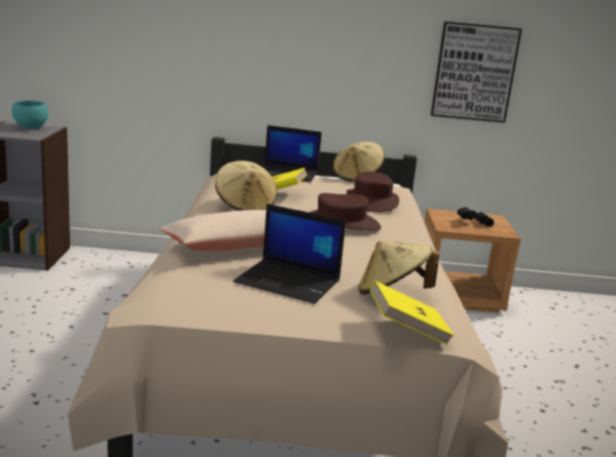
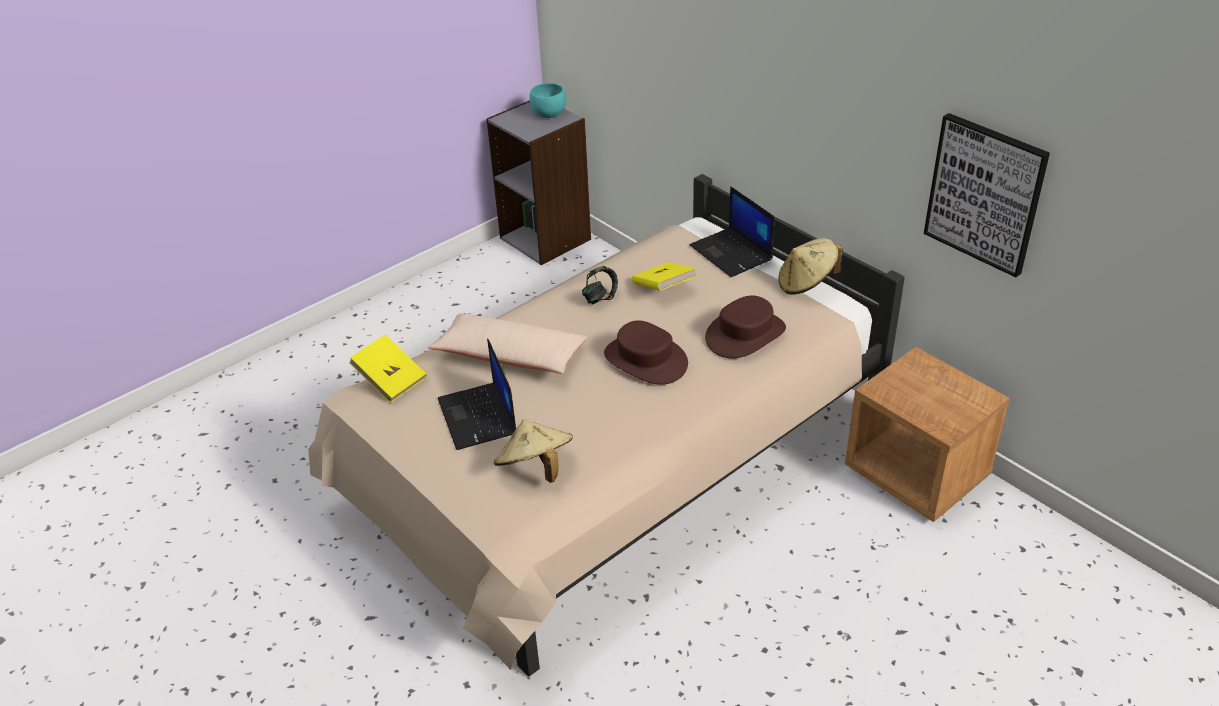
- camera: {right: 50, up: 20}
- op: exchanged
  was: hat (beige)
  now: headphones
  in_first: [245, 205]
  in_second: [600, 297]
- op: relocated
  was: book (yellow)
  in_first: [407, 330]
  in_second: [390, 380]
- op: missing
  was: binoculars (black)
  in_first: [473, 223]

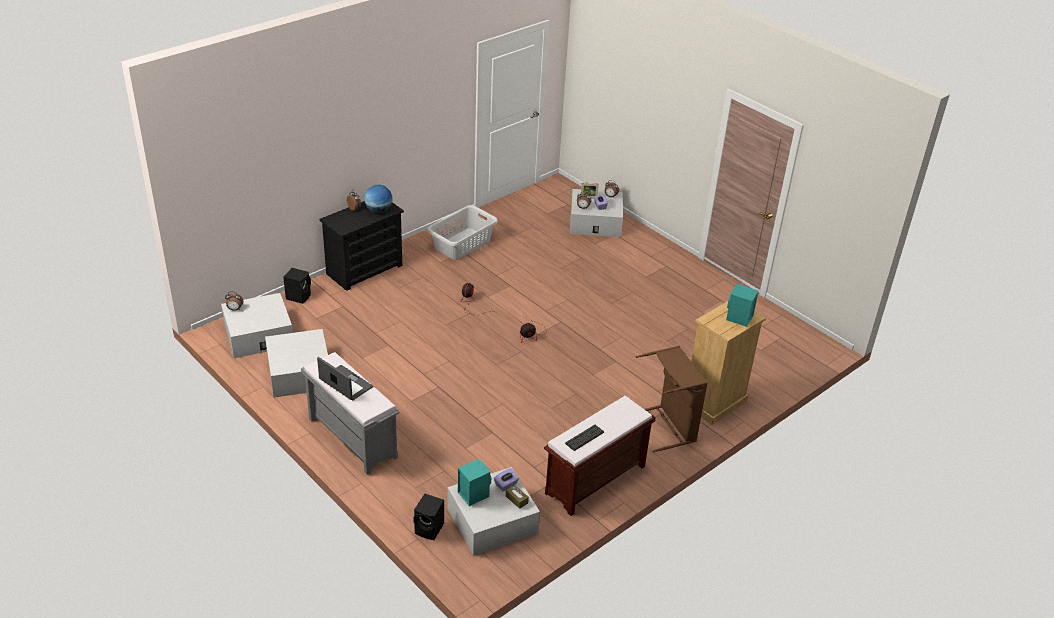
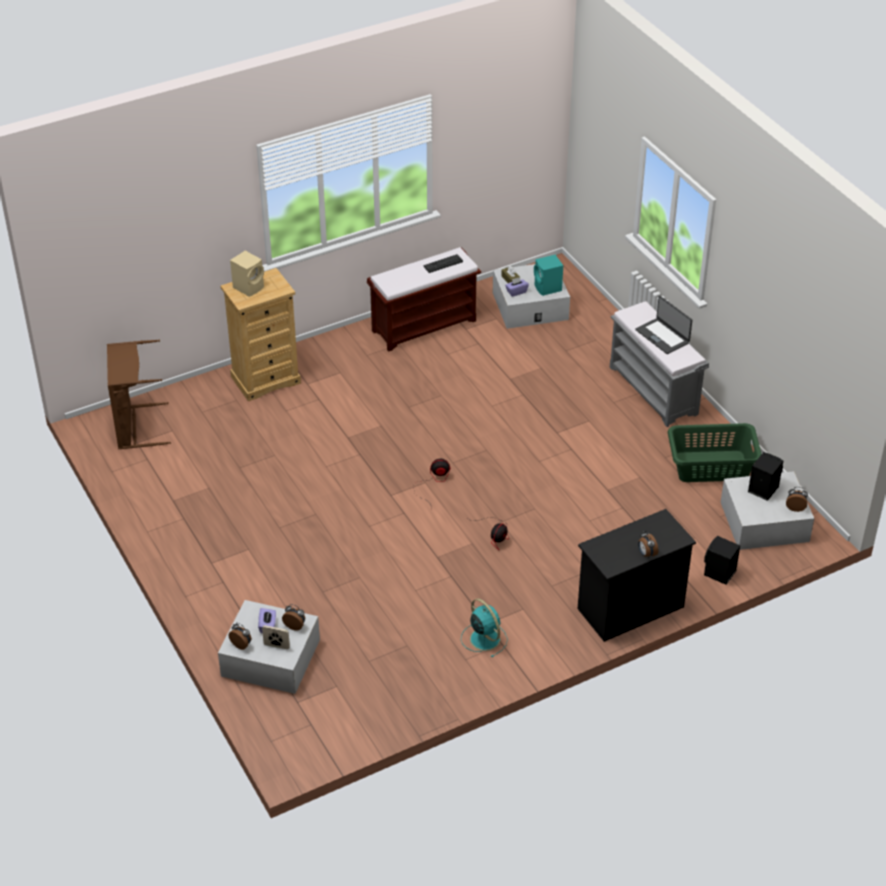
- camera: {right: -165, up: 5}
- op: exchanged
  was: storage box (white)
  now: laundry basket (green)
  in_first: [299, 373]
  in_second: [711, 467]
- op: missing
  was: globe
  in_first: [378, 210]
- op: relocated
  was: speaker (black)
  in_first: [430, 529]
  in_second: [762, 488]
- op: exchanged
  was: laundry basket (grey)
  now: fan (turquoise)
  in_first: [462, 244]
  in_second: [484, 638]
- op: relocated
  was: laundry basket (brown)
  in_first: [668, 426]
  in_second: [135, 427]
- op: colour
  was: speaker (turquoise)
  now: speaker (beige)
  in_first: [738, 318]
  in_second: [249, 287]

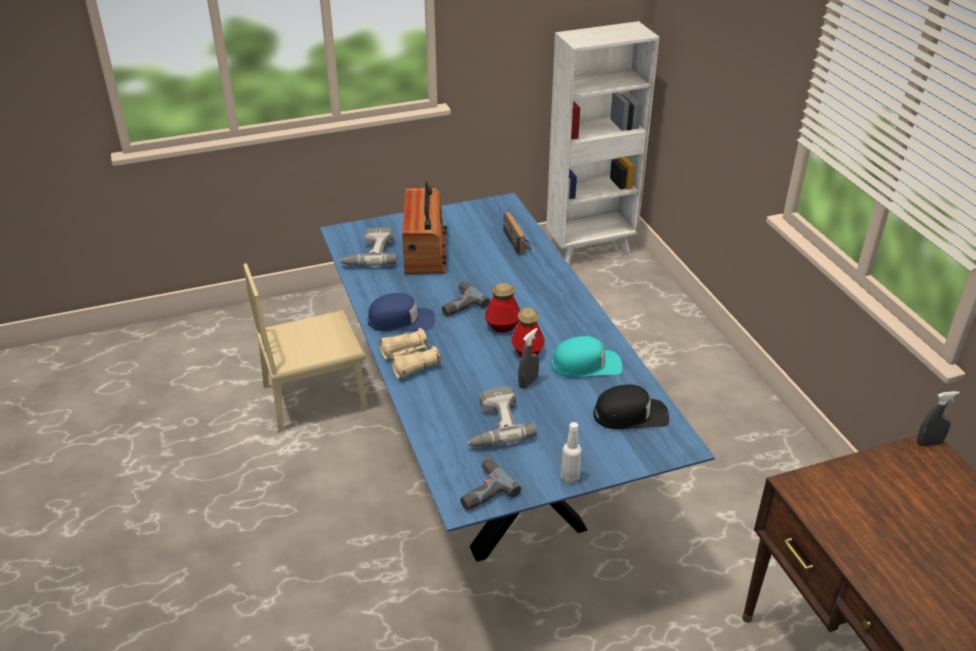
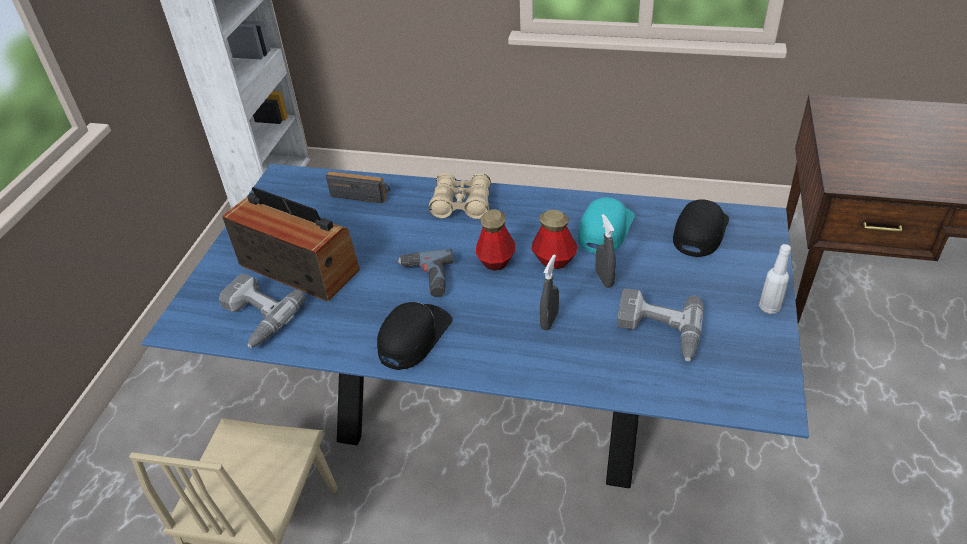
- camera: {right: -55, up: 5}
- op: colour
  was: cap (blue)
  now: cap (black)
  in_first: [401, 320]
  in_second: [414, 337]
- op: relocated
  was: binoculars (beige)
  in_first: [409, 361]
  in_second: [461, 204]
- op: missing
  was: power drill
  in_first: [482, 490]
- op: relocated
  was: spray bottle (grey)
  in_first: [929, 443]
  in_second: [549, 321]

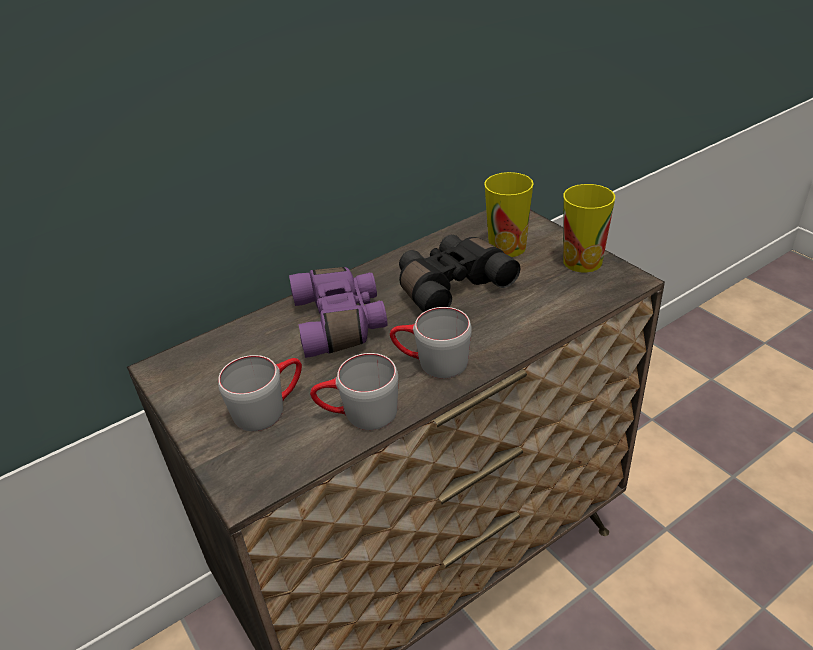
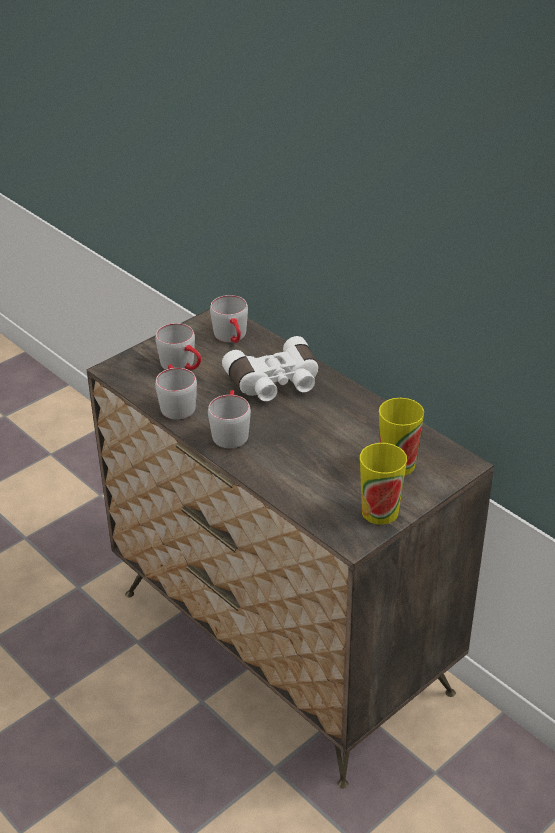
- camera: {right: 80, up: 0}
- op: colour
  was: binoculars (purple)
  now: binoculars (white)
  in_first: [341, 322]
  in_second: [275, 383]
- op: missing
  was: binoculars (black)
  in_first: [451, 285]
- op: appeared
  now: mug (grey)
  in_second: [232, 338]

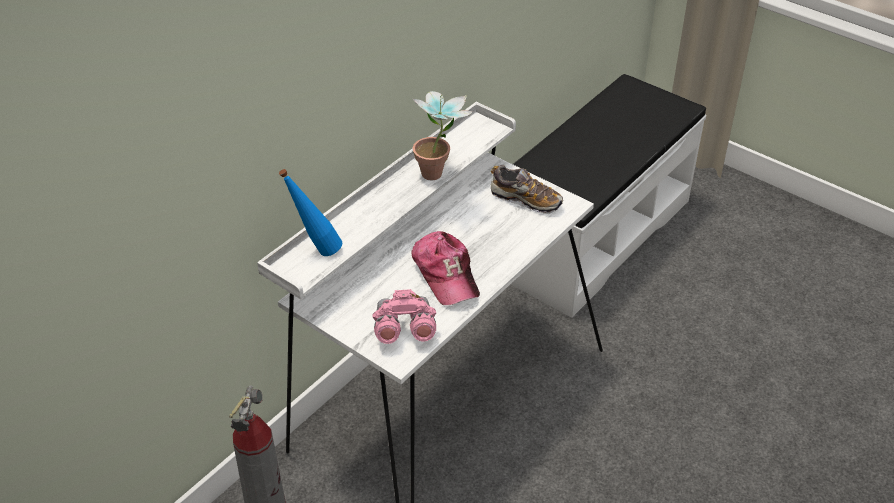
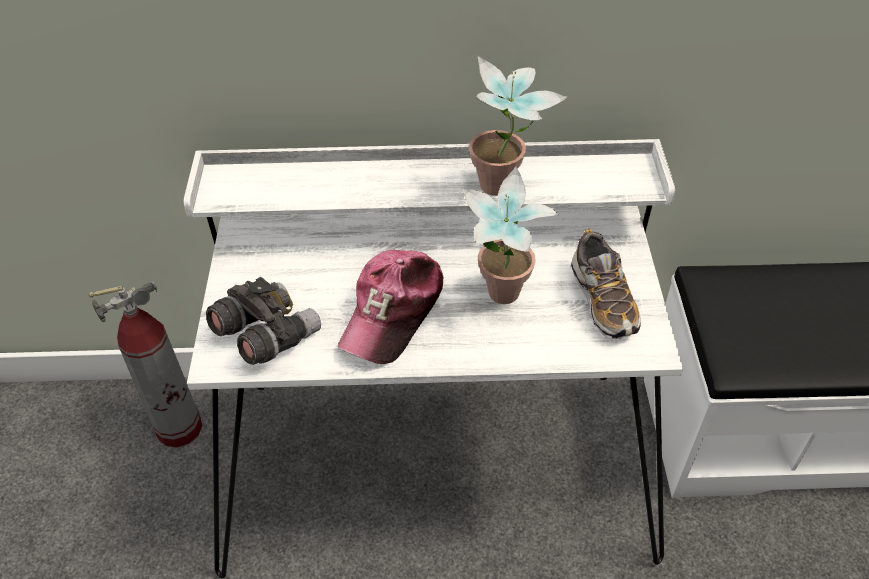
- camera: {right: 50, up: 5}
- op: missing
  was: bottle (blue)
  in_first: [316, 250]
- op: colour
  was: binoculars (pink)
  now: binoculars (grey)
  in_first: [404, 331]
  in_second: [266, 336]
- op: appeared
  now: potted plant
  in_second: [500, 301]

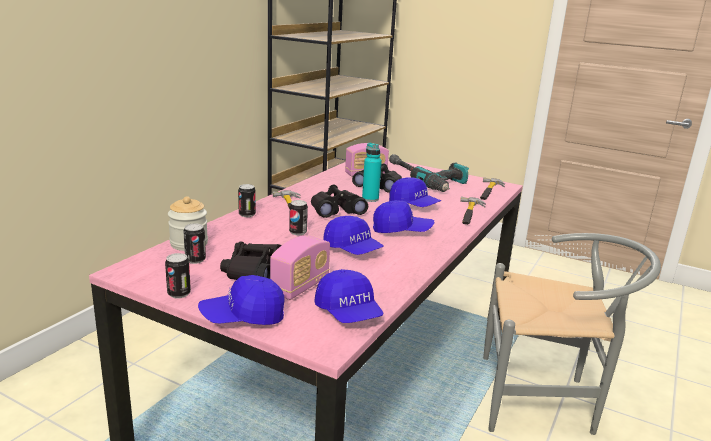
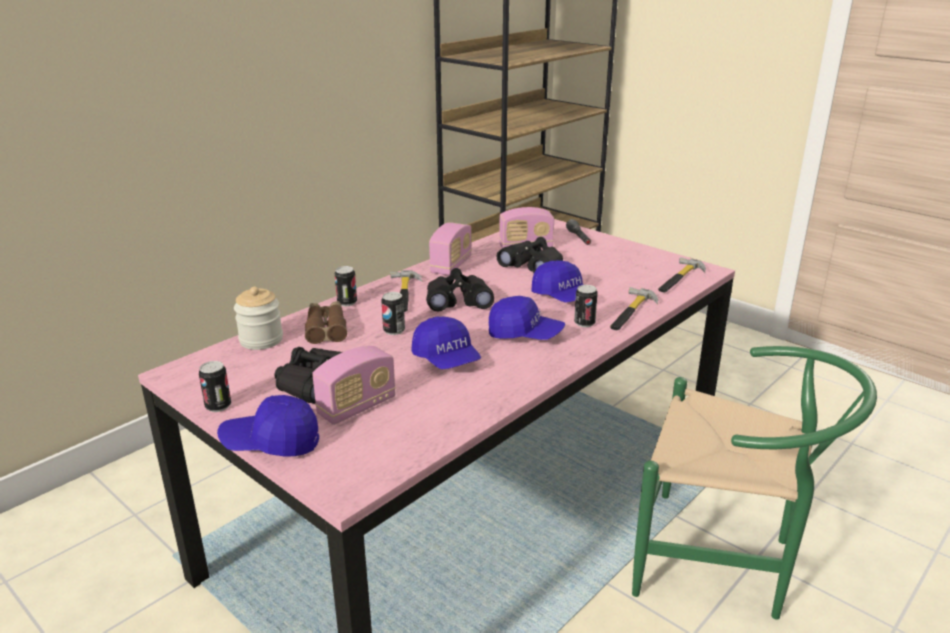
- camera: {right: 15, up: 5}
- op: relocated
  was: can
  in_first: [195, 260]
  in_second: [584, 323]
- op: missing
  was: cap (blue)
  in_first: [348, 313]
- op: missing
  was: bottle (turquoise)
  in_first: [370, 199]
- op: missing
  was: power drill
  in_first: [443, 186]
- op: colour
  was: chair (grey)
  now: chair (green)
  in_first: [546, 399]
  in_second: [727, 562]
- op: appeared
  now: binoculars (brown)
  in_second: [326, 328]
- op: appeared
  now: radio
  in_second: [451, 266]

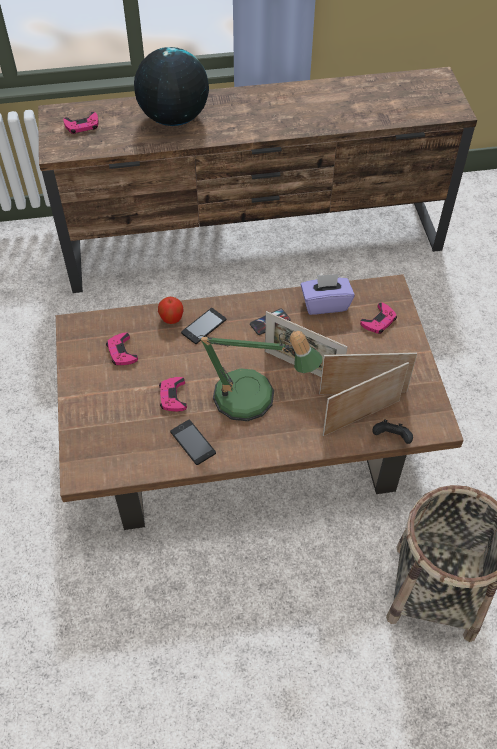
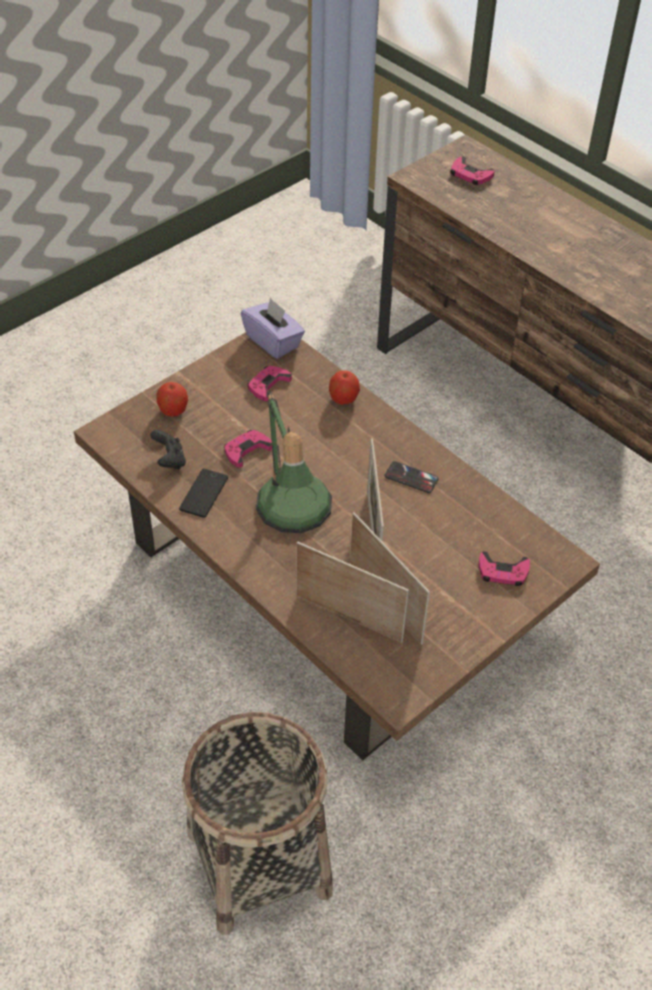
- camera: {right: 55, up: -5}
- op: missing
  was: globe
  in_first: [173, 118]
- op: missing
  was: phone
  in_first: [204, 326]
- op: relocated
  was: tissue box (purple)
  in_first: [325, 304]
  in_second: [273, 341]
- op: relocated
  was: game controller (black)
  in_first: [391, 438]
  in_second: [170, 461]
- op: appeared
  now: apple
  in_second: [173, 410]

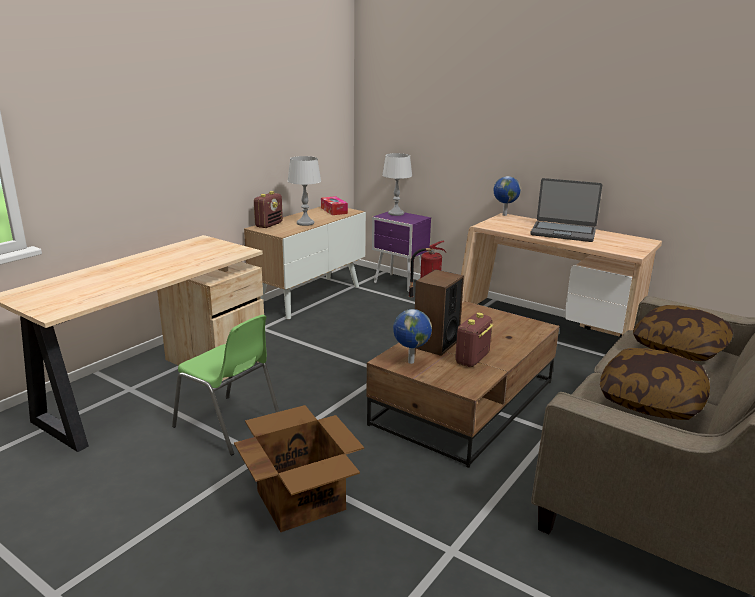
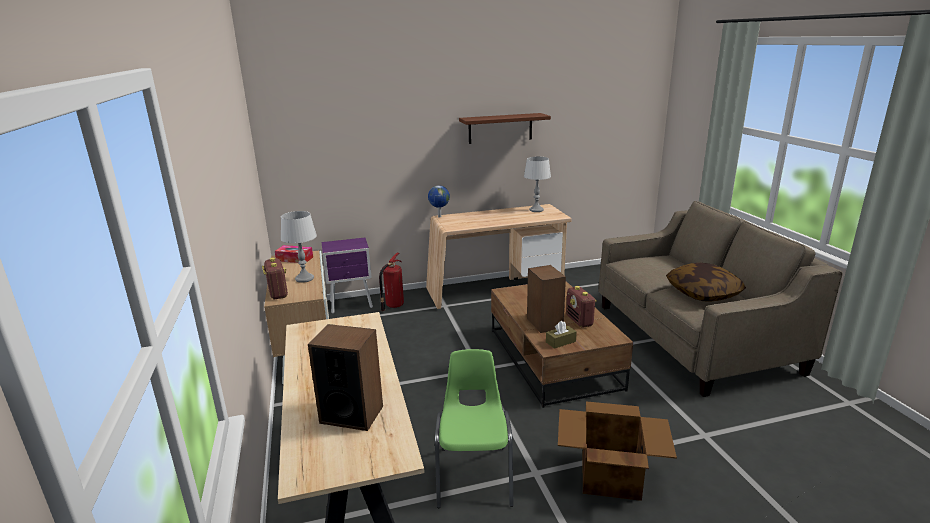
- camera: {right: -50, up: 0}
- op: spun
  was: chair (green)
  in_first: [229, 425]
  in_second: [474, 474]
  clockwise: -75
- op: relocated
  was: table lamp (grey)
  in_first: [396, 213]
  in_second: [536, 210]
- op: exchanged
  was: globe
  now: tissue box (brown)
  in_first: [410, 362]
  in_second: [560, 342]
- op: missing
  was: laptop
  in_first: [563, 232]
- op: missing
  was: pillow
  in_first: [679, 348]
- op: appeared
  now: speaker
  in_second: [351, 414]
- op: appeared
  now: shelf (brown)
  in_second: [500, 128]

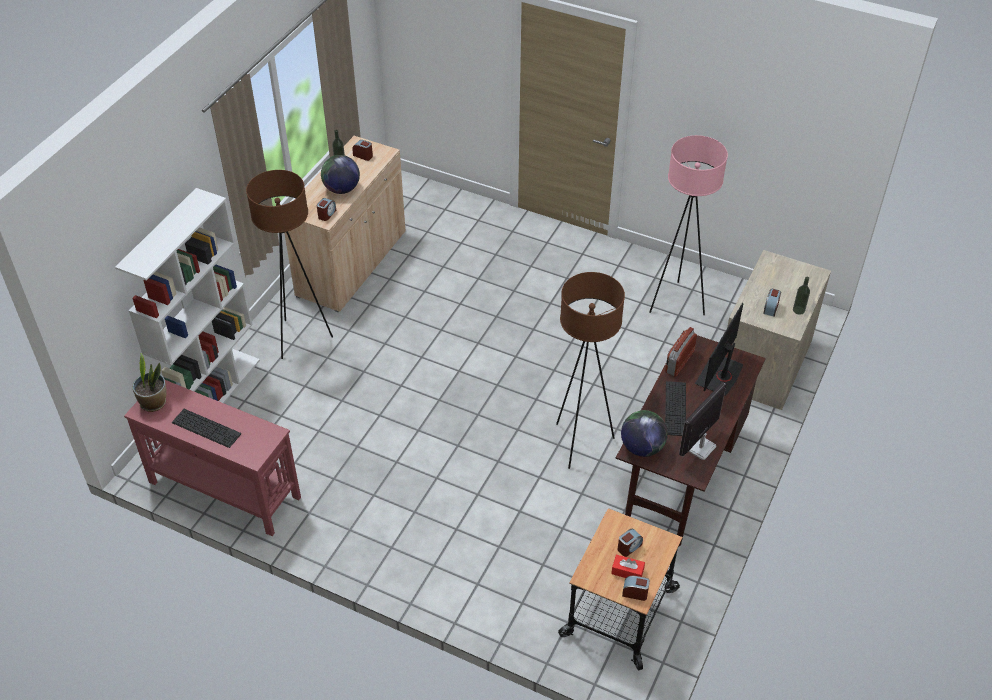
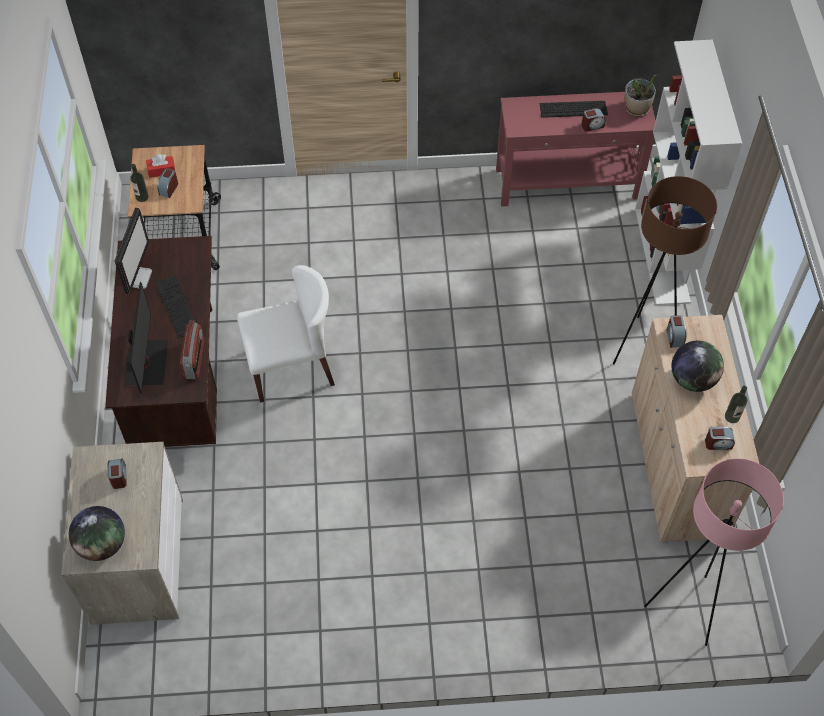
- camera: {right: 150, up: 10}
- op: exchanged
  was: floor lamp (brown)
  now: chair (white)
  in_first: [580, 443]
  in_second: [291, 367]
- op: relocated
  was: globe
  in_first: [642, 447]
  in_second: [102, 544]
- op: relocated
  was: alarm clock
  in_first: [635, 593]
  in_second: [592, 125]
- op: relocated
  was: floor lamp (pink)
  in_first: [676, 303]
  in_second: [686, 608]
- op: relocated
  was: bottle
  in_first: [798, 310]
  in_second: [142, 197]

